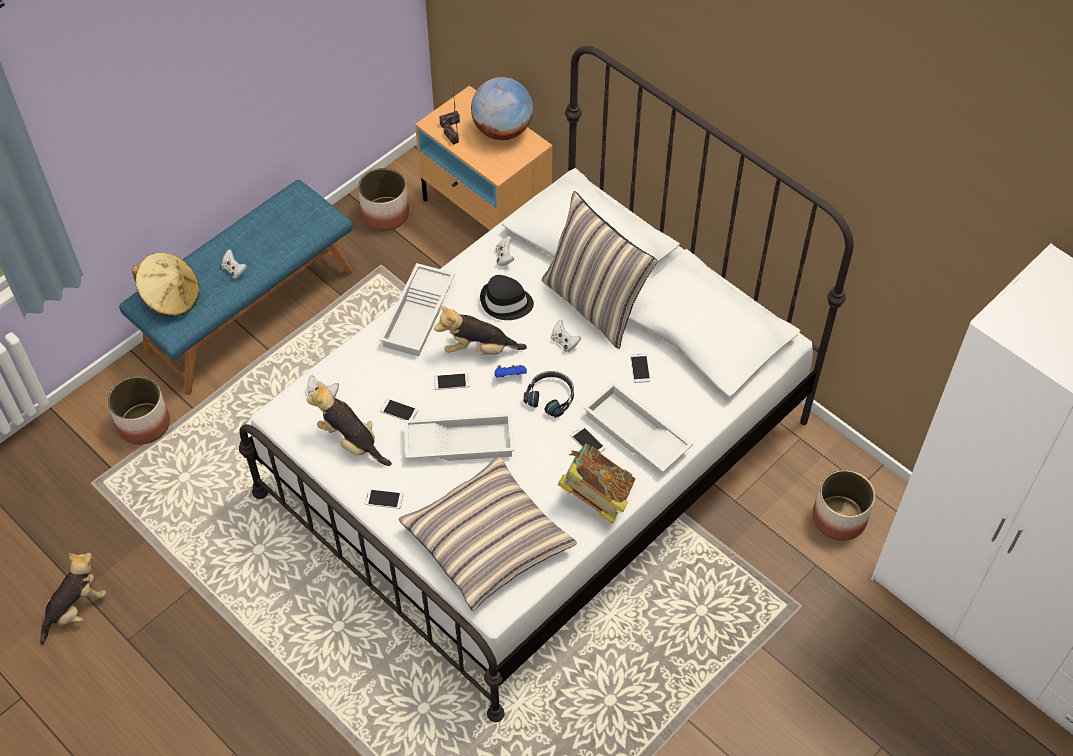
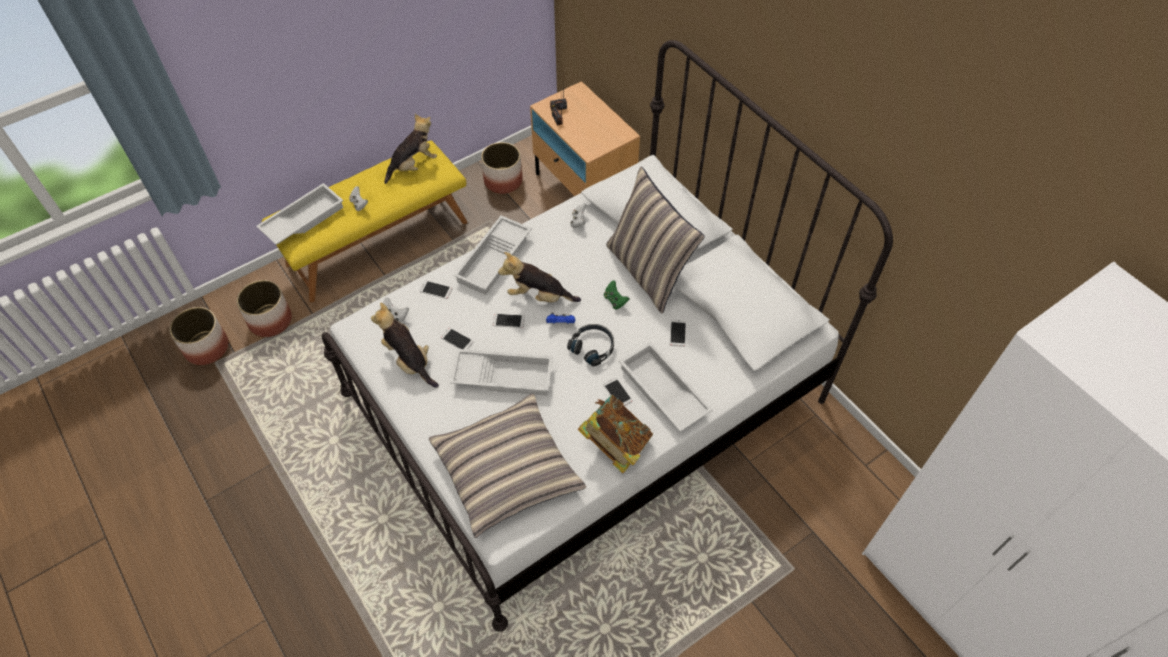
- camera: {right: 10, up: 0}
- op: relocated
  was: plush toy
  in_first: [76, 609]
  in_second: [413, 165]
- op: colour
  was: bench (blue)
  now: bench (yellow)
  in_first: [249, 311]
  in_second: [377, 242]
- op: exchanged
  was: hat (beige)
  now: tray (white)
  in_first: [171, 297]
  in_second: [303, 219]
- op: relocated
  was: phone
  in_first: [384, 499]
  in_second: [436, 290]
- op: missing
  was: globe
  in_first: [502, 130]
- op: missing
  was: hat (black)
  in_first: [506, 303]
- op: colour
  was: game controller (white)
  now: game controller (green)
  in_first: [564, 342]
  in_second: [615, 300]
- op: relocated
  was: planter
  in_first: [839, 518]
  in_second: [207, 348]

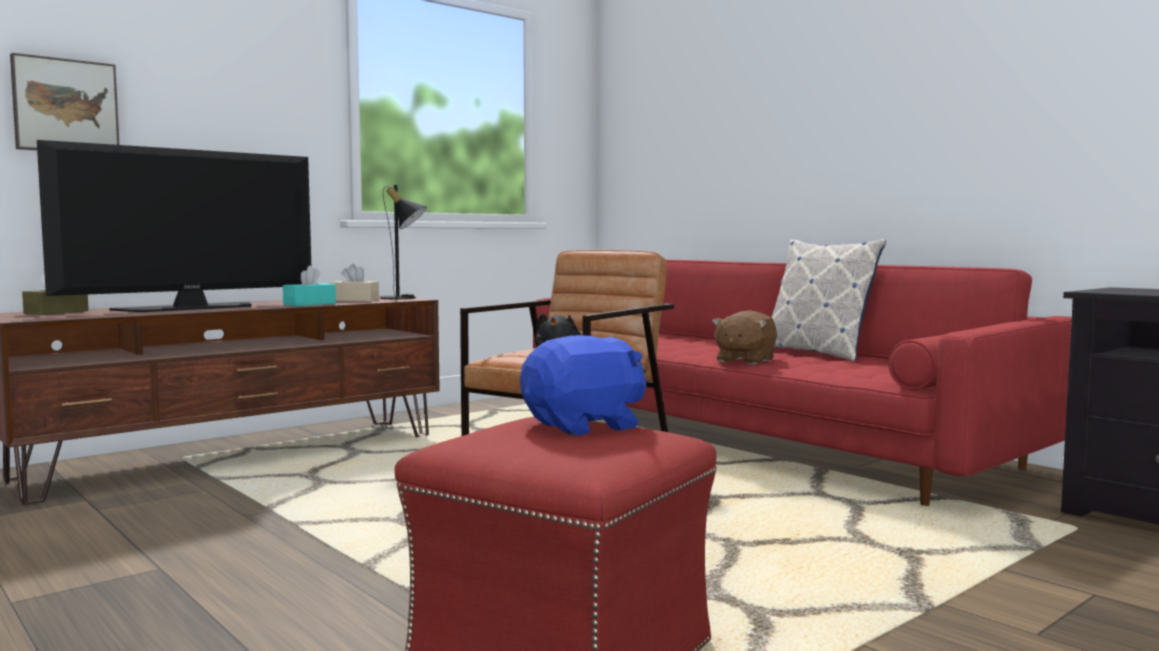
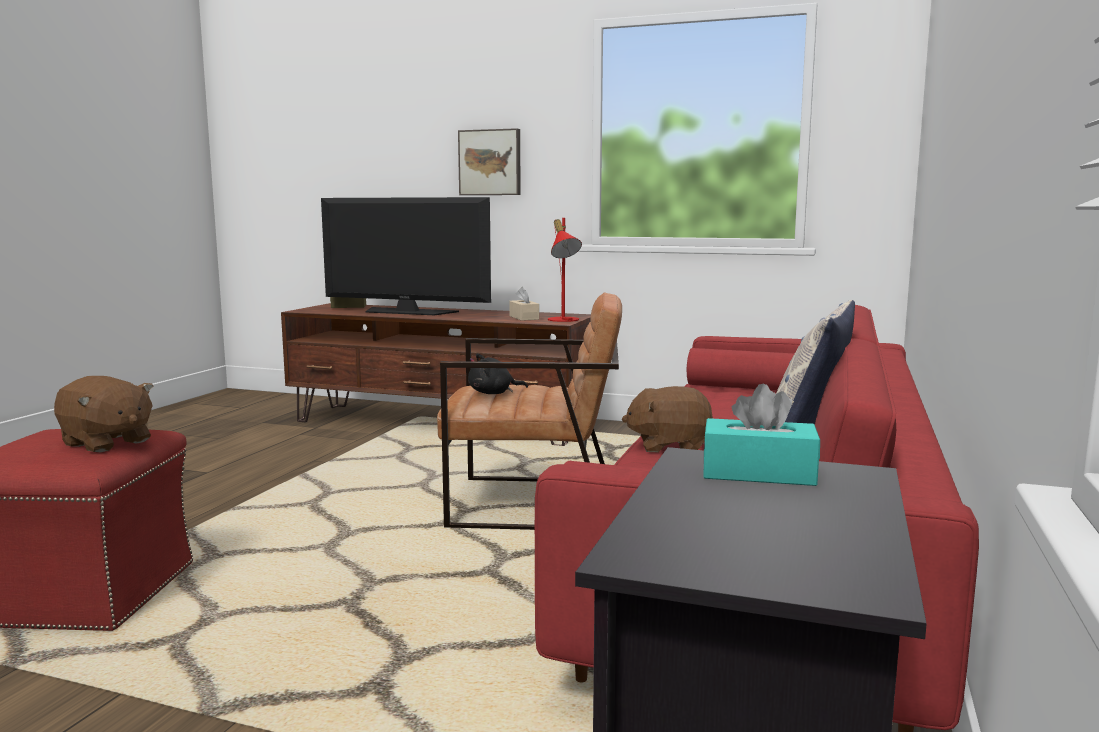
- camera: {right: 60, up: 5}
- op: relocated
  was: picture
  in_first: [65, 106]
  in_second: [490, 162]
- op: relocated
  was: tissue box (turquoise)
  in_first: [309, 304]
  in_second: [758, 473]
- op: colour
  was: table lamp (black)
  now: table lamp (red)
  in_first: [404, 298]
  in_second: [564, 320]
- op: colour
  was: plush toy (blue)
  now: plush toy (brown)
  in_first: [585, 426]
  in_second: [106, 443]

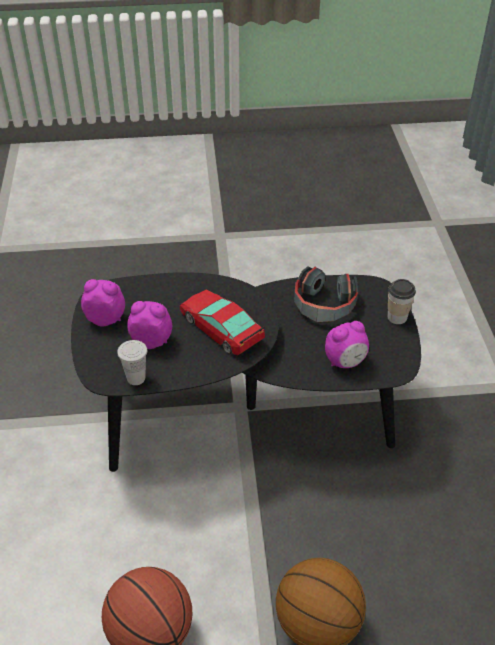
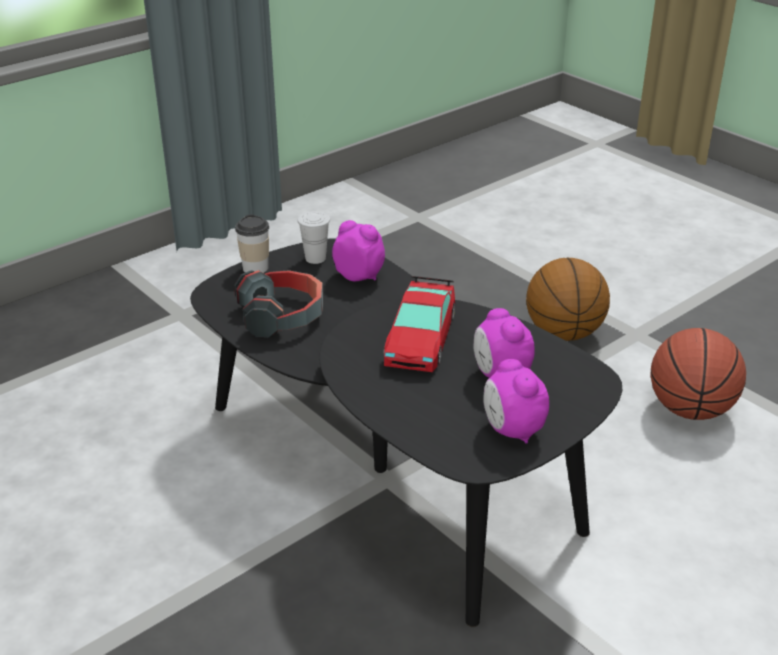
- camera: {right: -125, up: -10}
- op: relocated
  was: cup (white)
  in_first: [136, 378]
  in_second: [315, 258]

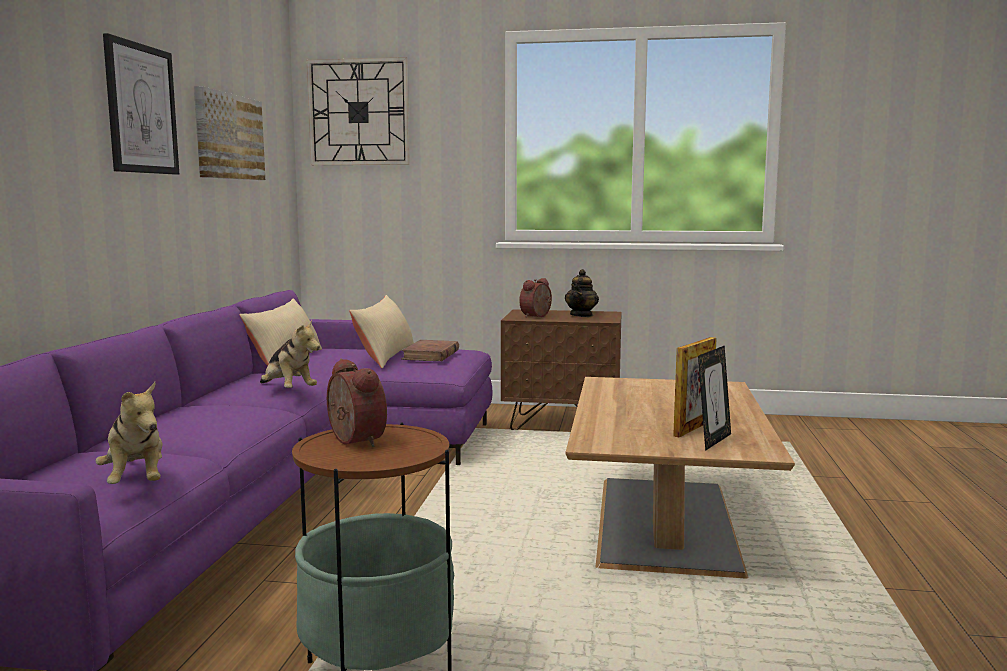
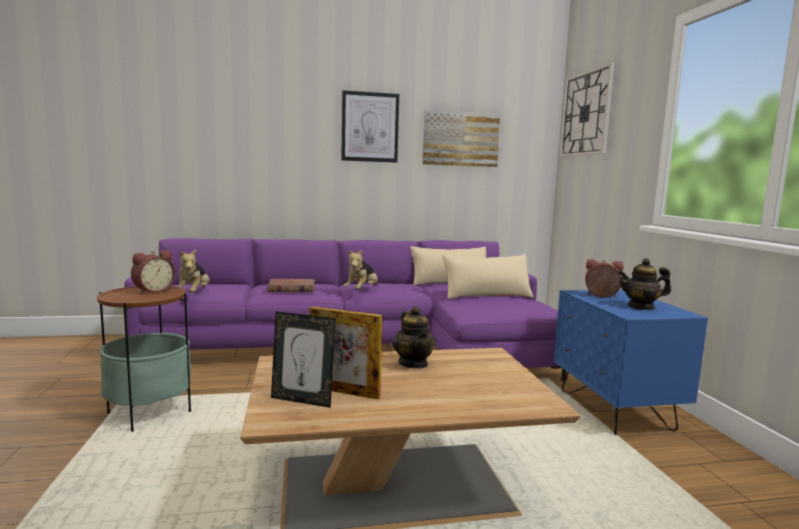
- camera: {right: 70, up: 0}
- op: spun
  was: plush toy
  in_first: [136, 481]
  in_second: [194, 293]
  clockwise: -45
- op: relocated
  was: book (brown)
  in_first: [431, 355]
  in_second: [291, 289]
- op: colour
  was: nightstand (brown)
  now: nightstand (blue)
  in_first: [562, 424]
  in_second: [615, 411]
- op: appeared
  now: teapot
  in_second: [413, 363]

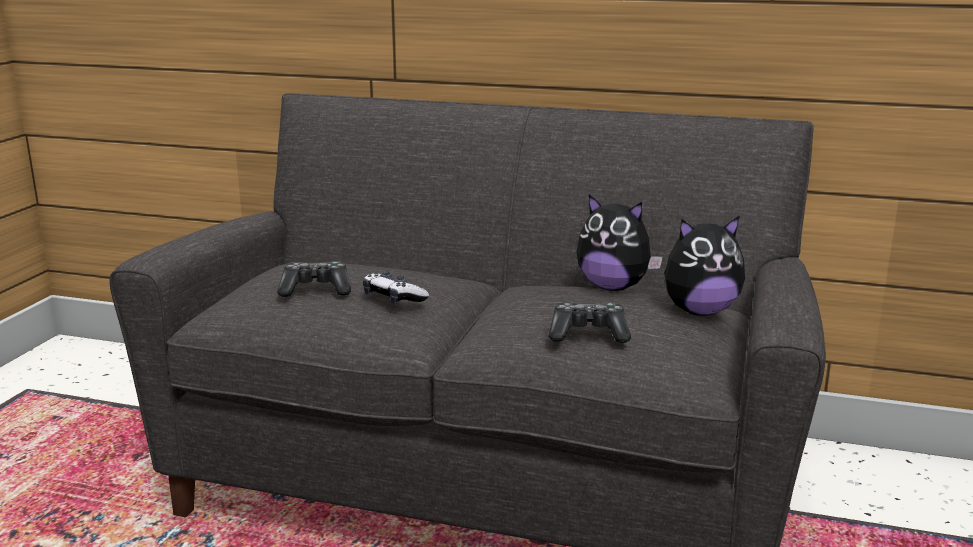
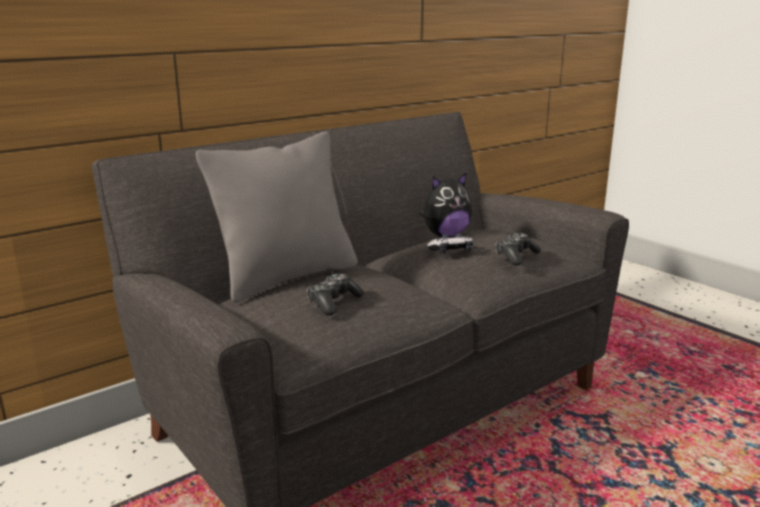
- camera: {right: -55, up: 0}
- op: relocated
  was: game controller
  in_first: [393, 298]
  in_second: [451, 251]
- op: missing
  was: plush toy
  in_first: [699, 311]
- op: appeared
  now: pillow (grey)
  in_second: [287, 277]

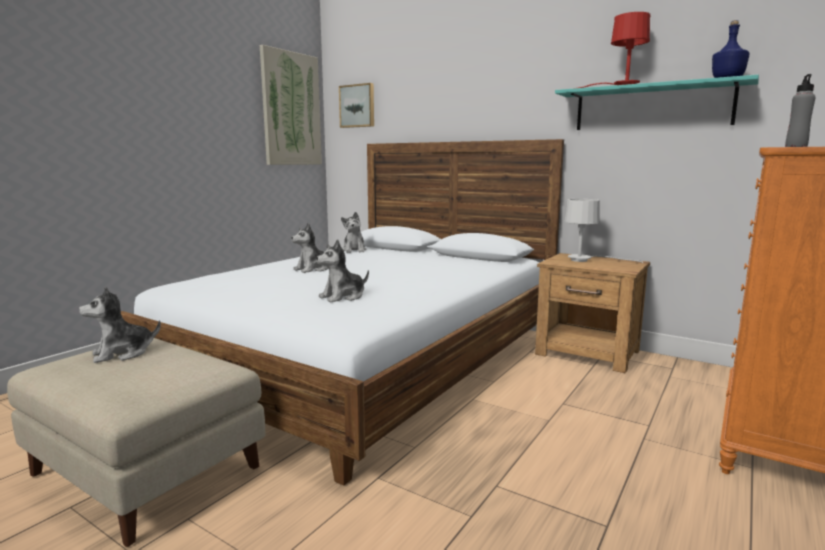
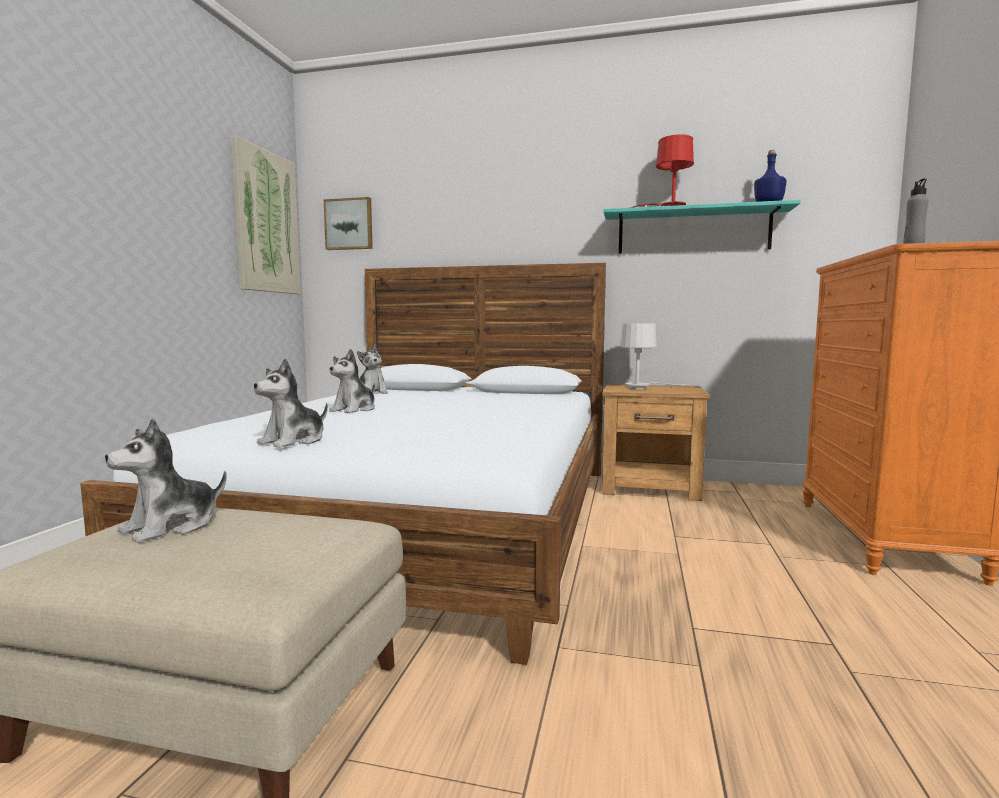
- camera: {right: -20, up: -5}
- op: relocated
  was: plush toy
  in_first: [343, 297]
  in_second: [294, 441]

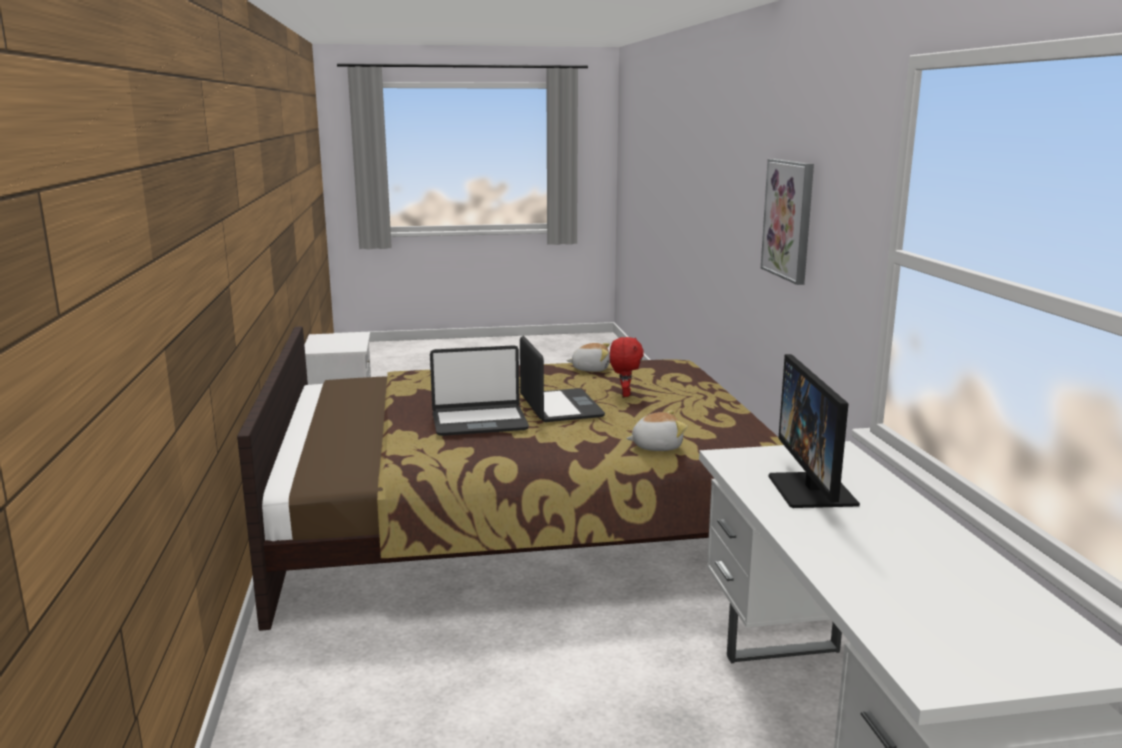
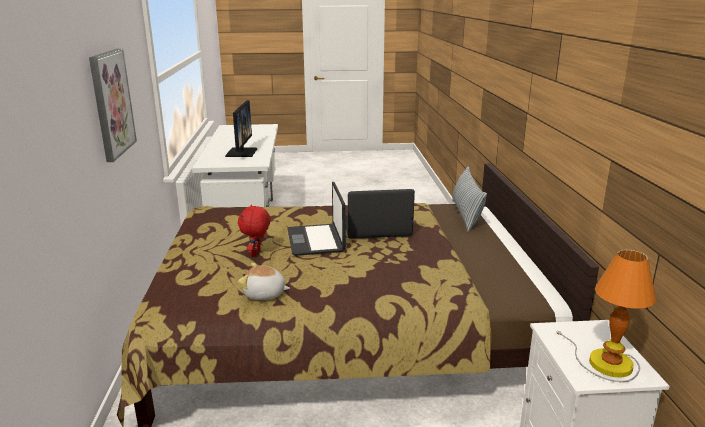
- camera: {right: -175, up: 5}
- op: missing
  was: plush toy
  in_first: [656, 446]
- op: appeared
  now: pillow
  in_second: [466, 215]
- op: appeared
  now: table lamp
  in_second: [605, 363]

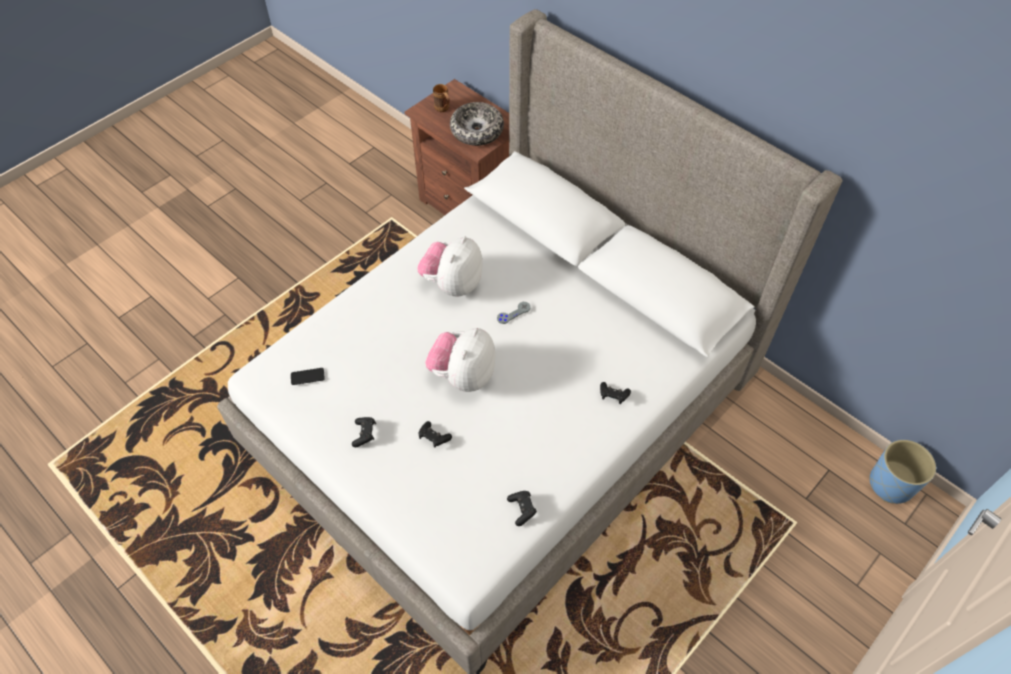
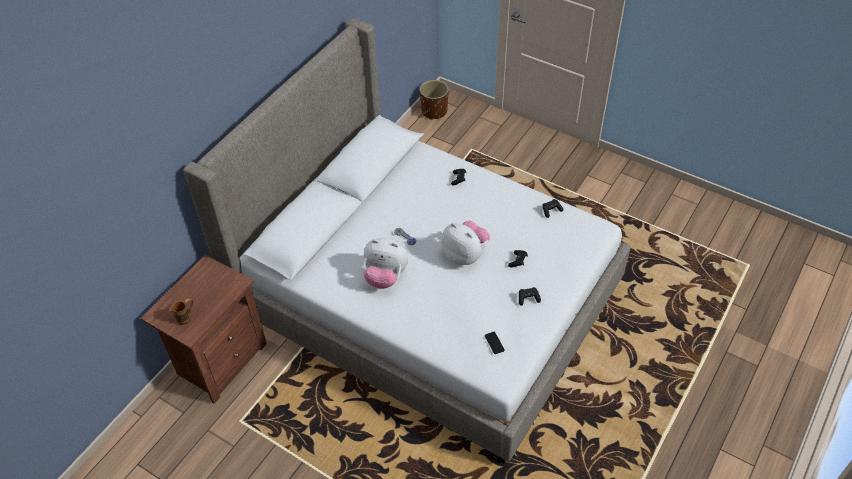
- camera: {right: -100, up: -5}
- op: spun
  was: plush toy
  in_first: [463, 375]
  in_second: [465, 255]
  clockwise: -150
- op: missing
  was: bowl
  in_first: [477, 130]
- op: colour
  was: planter (blue)
  now: planter (brown)
  in_first: [891, 484]
  in_second: [434, 111]

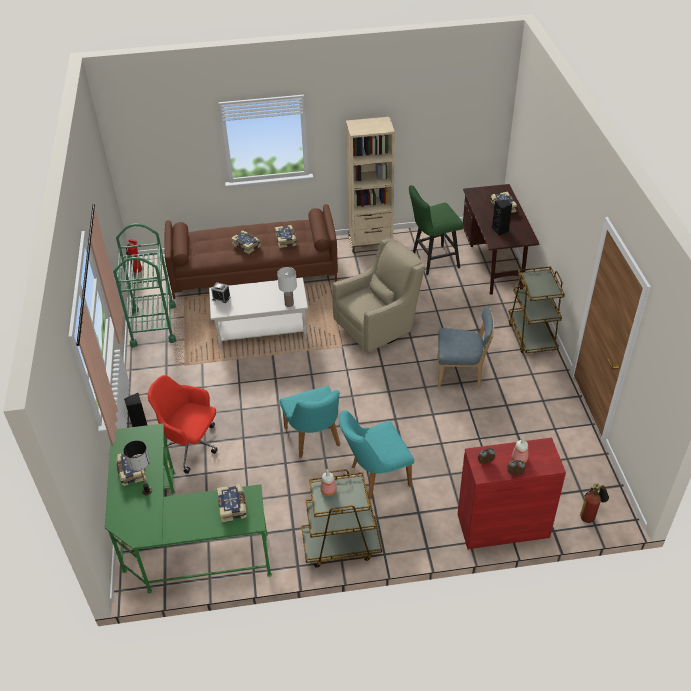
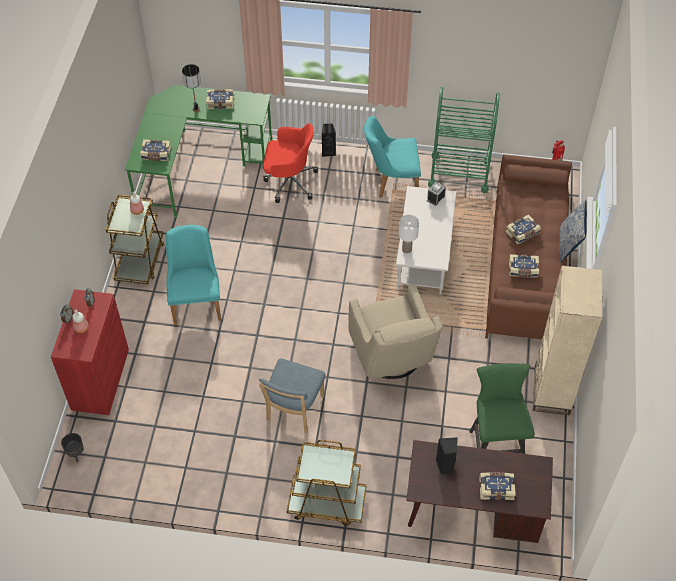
- camera: {right: 105, up: 10}
- op: spun
  was: office chair (red)
  in_first: [190, 446]
  in_second: [289, 181]
  clockwise: 60
- op: relocated
  was: chair (turquoise)
  in_first: [315, 440]
  in_second: [391, 182]
- op: exchanged
  was: fire extinguisher
  now: planter (black)
  in_first: [591, 514]
  in_second: [76, 454]
- op: appeared
  now: pillow
  in_second: [569, 245]

